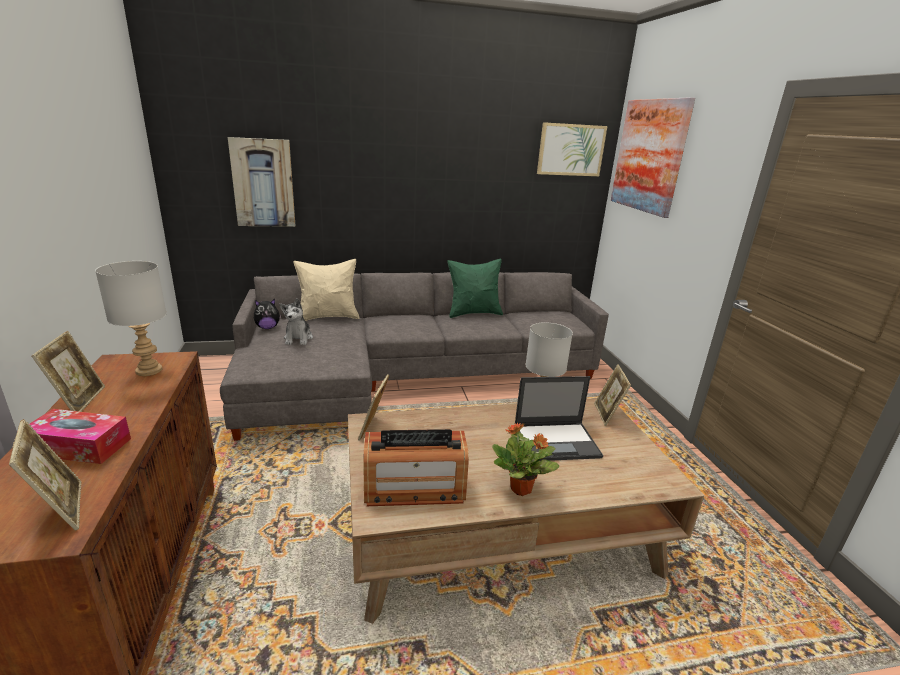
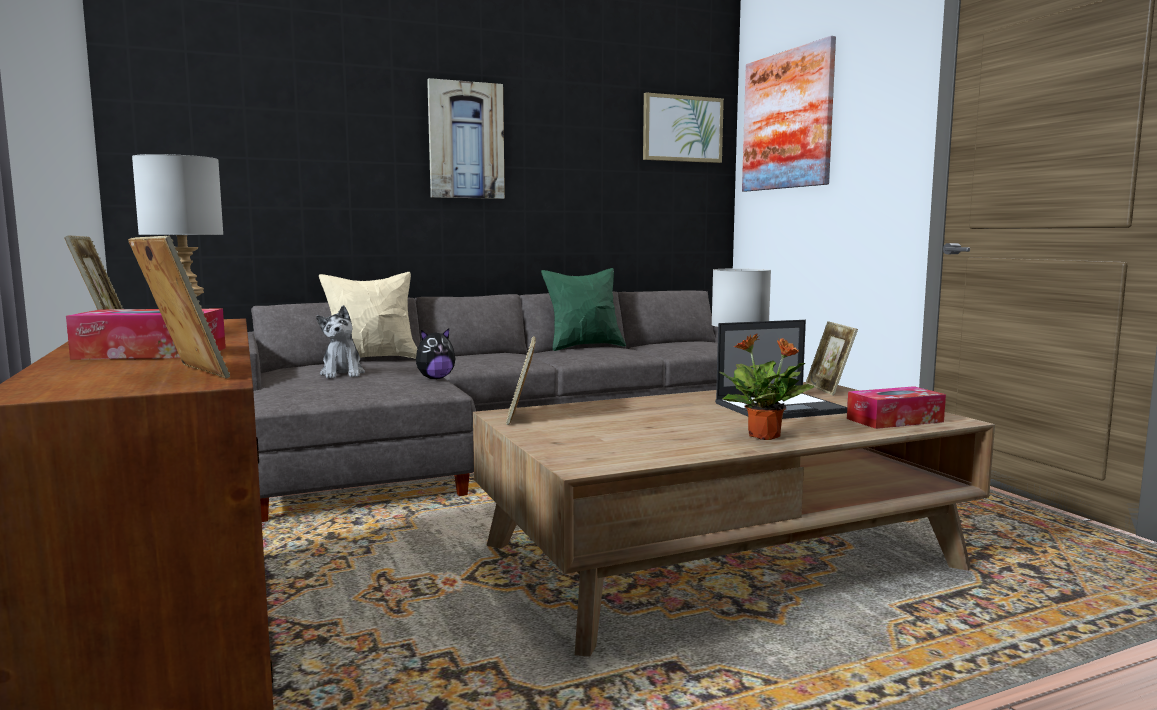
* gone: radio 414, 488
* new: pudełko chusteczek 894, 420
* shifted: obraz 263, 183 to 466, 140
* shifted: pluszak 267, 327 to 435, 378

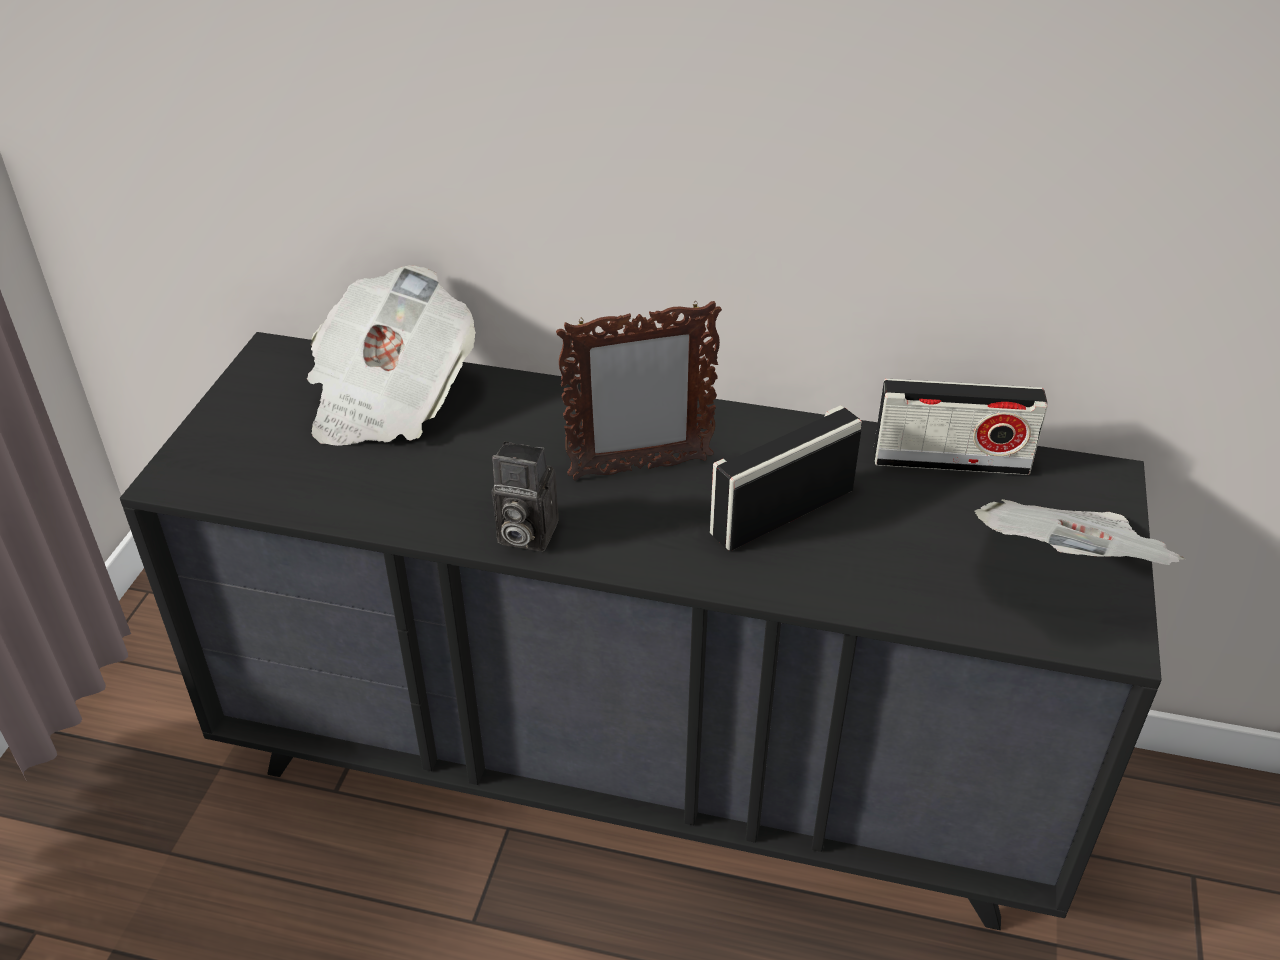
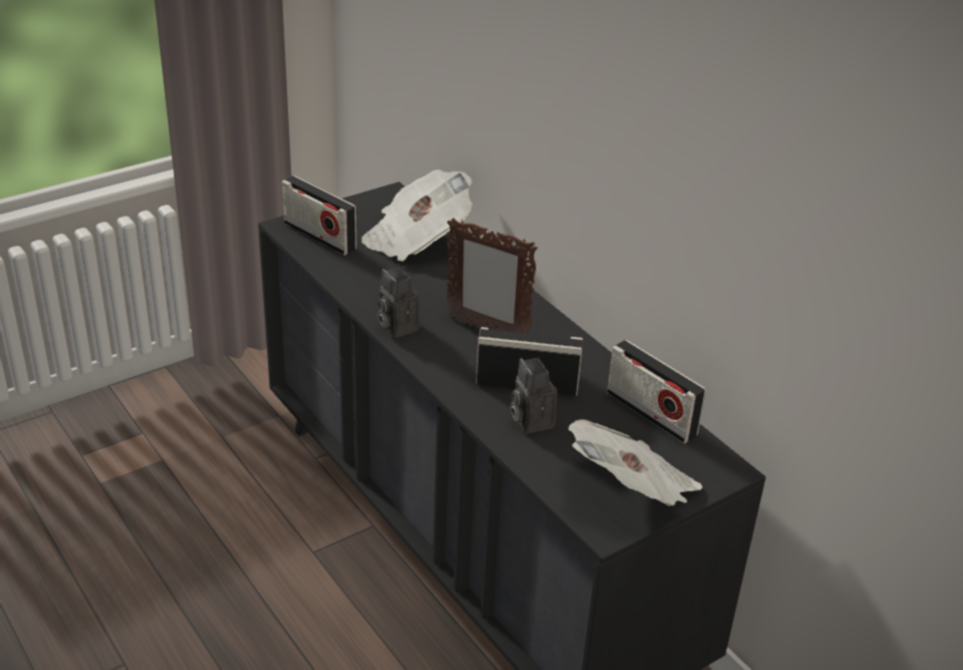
* new: radio 320, 236
* new: aparat fotograficzny 530, 420

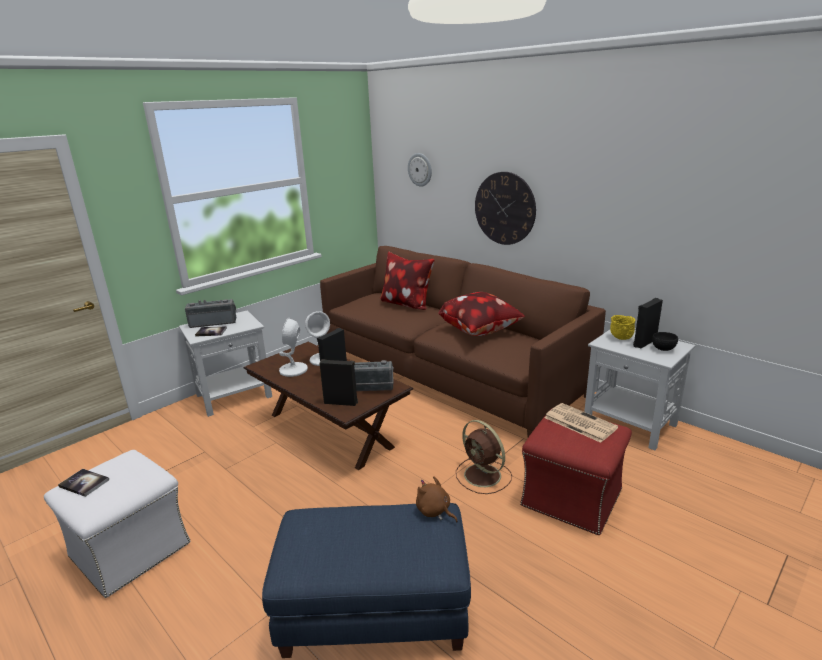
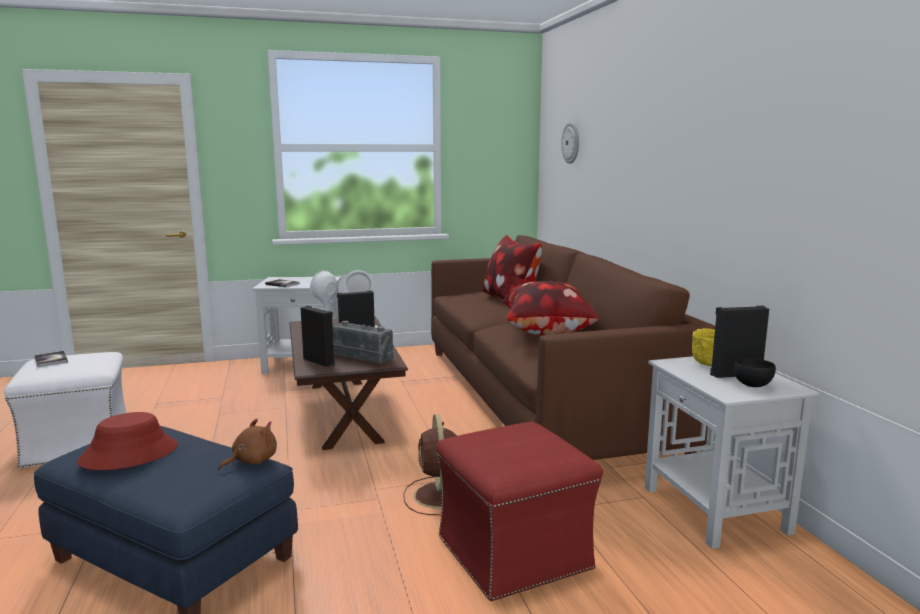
* gone: radio 213, 322
* gone: zegar ścienny 504, 208
* gone: gazeta 579, 422
* new: kapelusz [czerwony] 129, 454
* rotated: pluszak [brązowy] 434, 511 = 252, 461 60 degrees clockwise

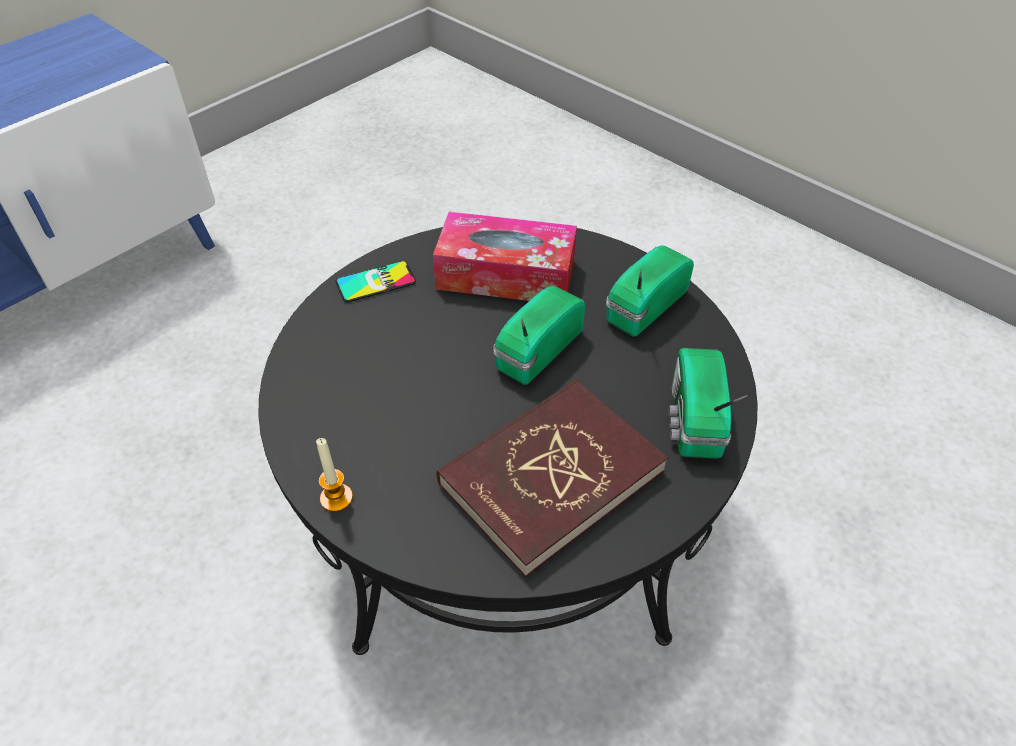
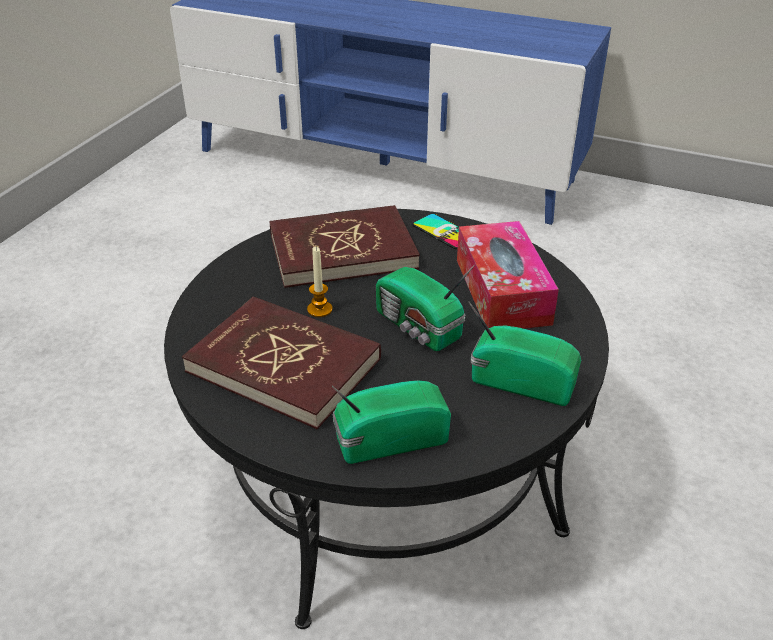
* new: książka [czerwony] 342, 251
* shifted: świeca 336, 498 to 319, 309
* rotated: radio 535, 351 = 418, 327 150 degrees counterclockwise

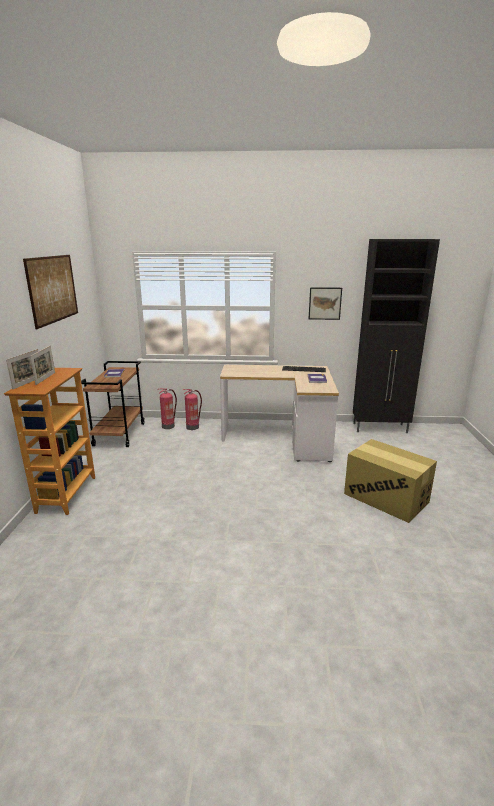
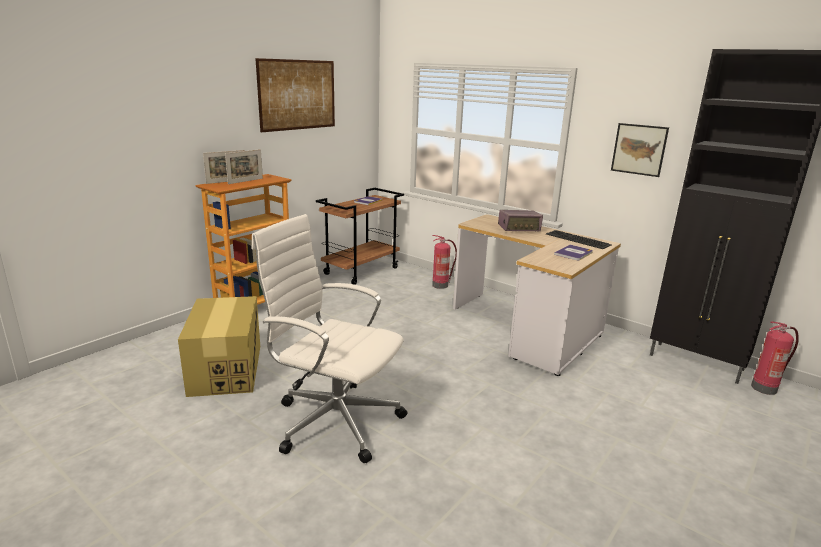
* new: krzesło biurowe [biały] 334, 420
* new: radio 519, 229
* shifted: gaśnica 168, 426 to 764, 388
* shifted: karton 385, 497 to 226, 369

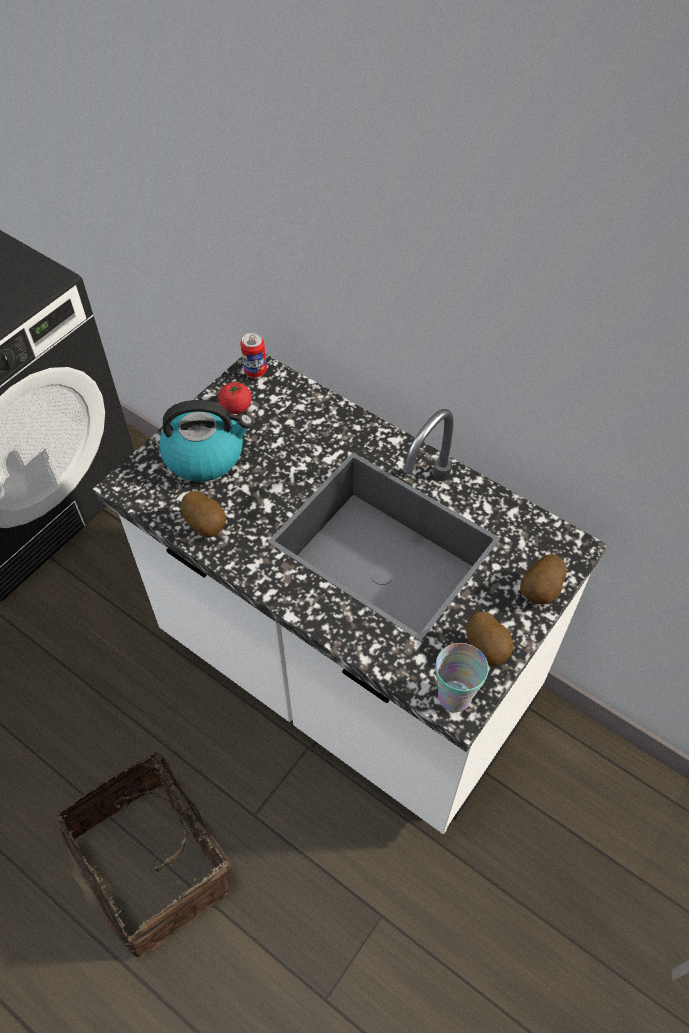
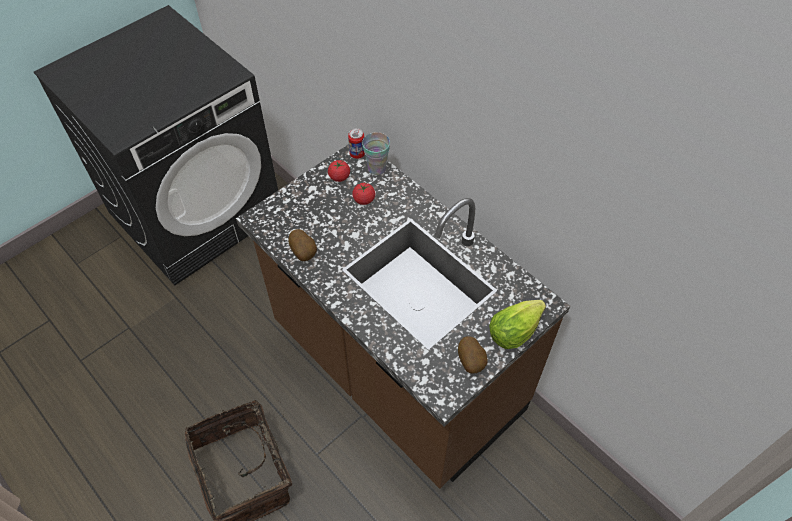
* gone: czajnik 205, 455
* new: pomidor 364, 199
* shifted: filiżanka 454, 696 to 377, 168
* swapped: ziemniak 541, 591 to sałata 516, 330
* repainted: zabudowa kuchenna [biały] 344, 673 to zabudowa kuchenna [brązowy] 396, 370

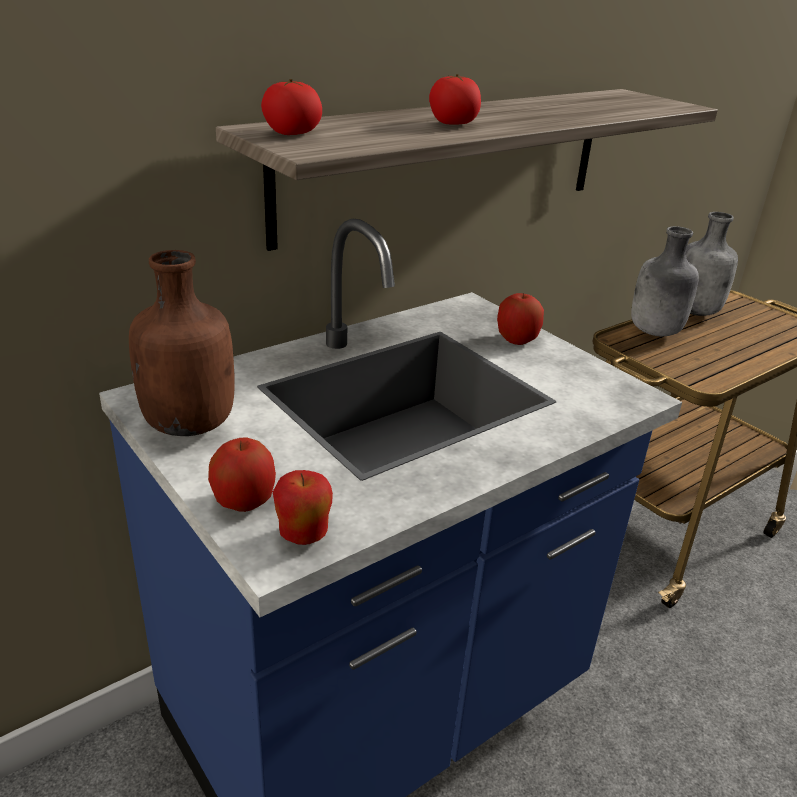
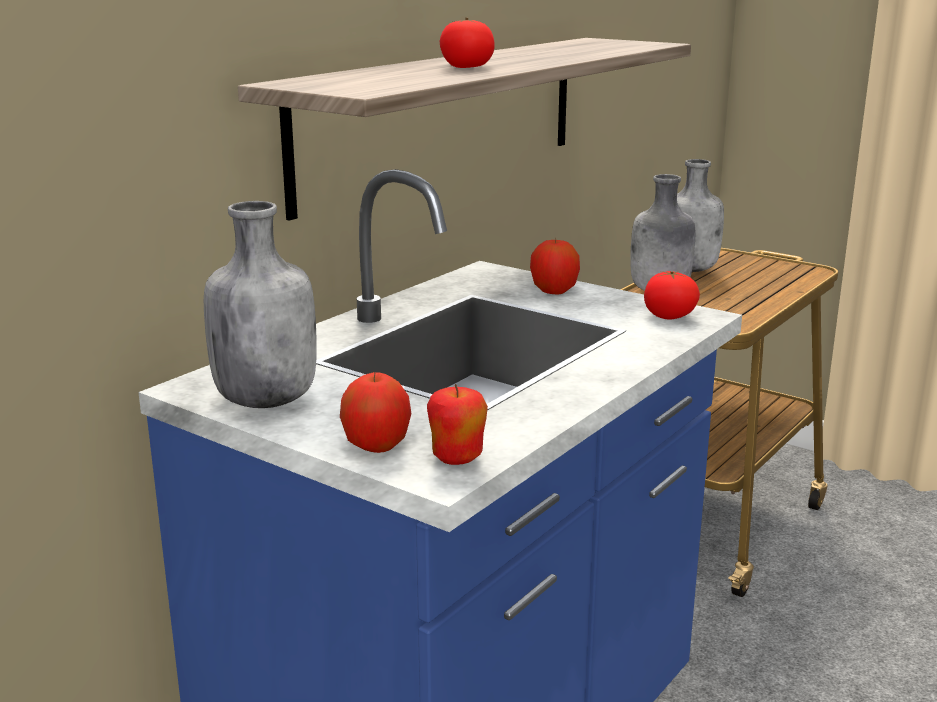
* shifted: pomidor 292, 133 to 669, 316
* repainted: butelka [brązowy] 191, 423 to butelka [szary] 267, 399

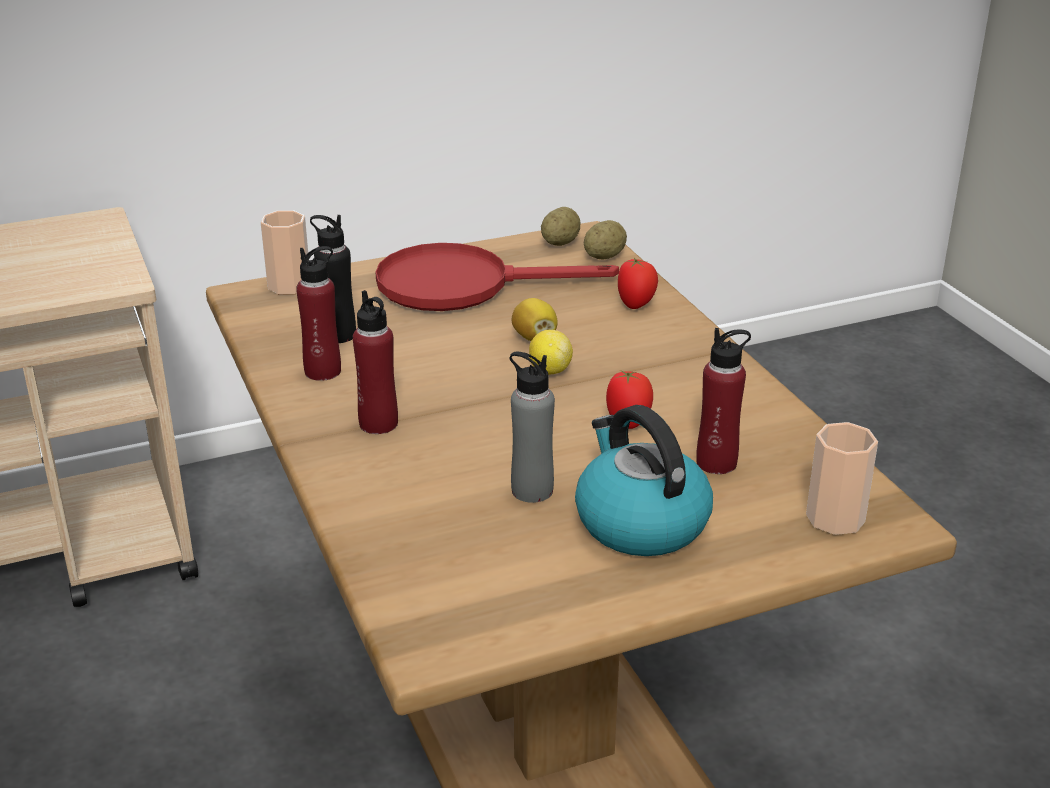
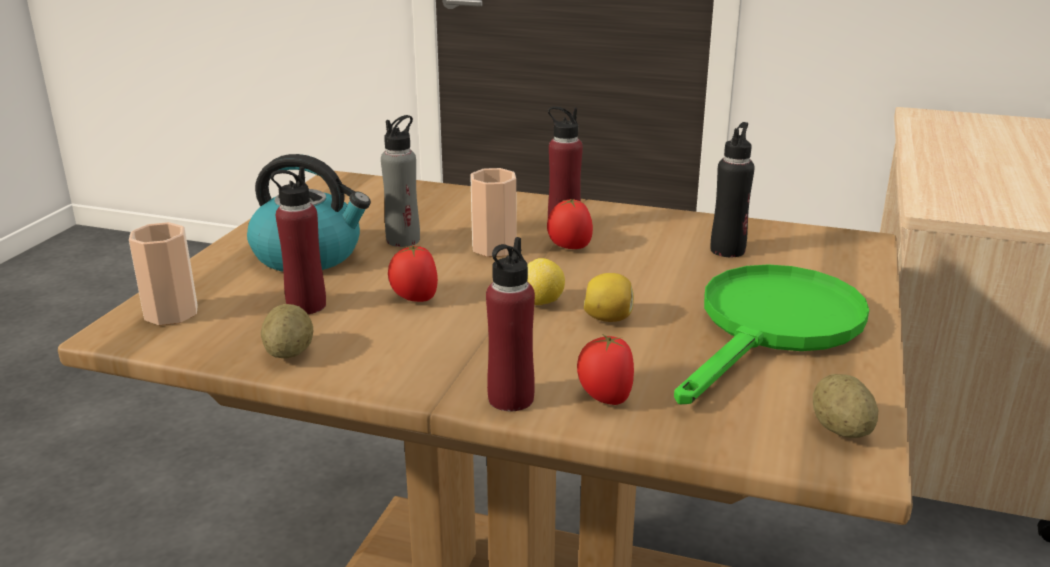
* new: pomidor 569, 247
* shifted: filiżanka 289, 285 to 494, 248
* shifted: butelka [czerwony] 323, 371 to 510, 399
* shifted: ziemniak 604, 256 to 289, 353
* repainted: patelnia [czerwony] 462, 285 to patelnia [zielony] 773, 328

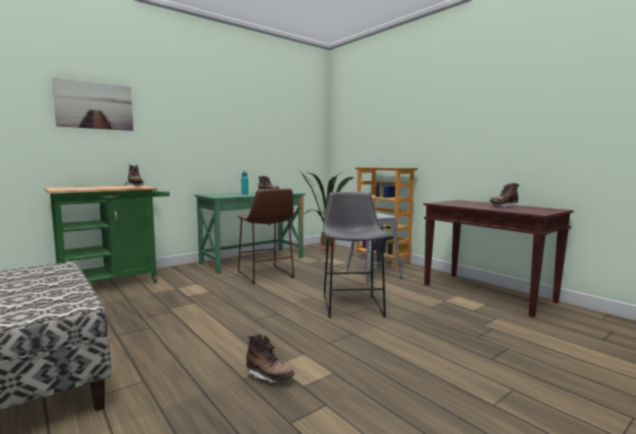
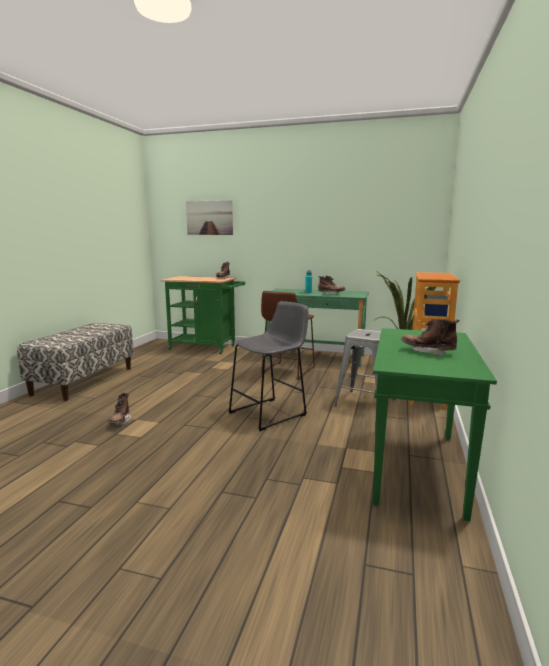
* repainted: stolik konsolowy [brązowy] 488, 293 to stolik konsolowy [zielony] 417, 468

